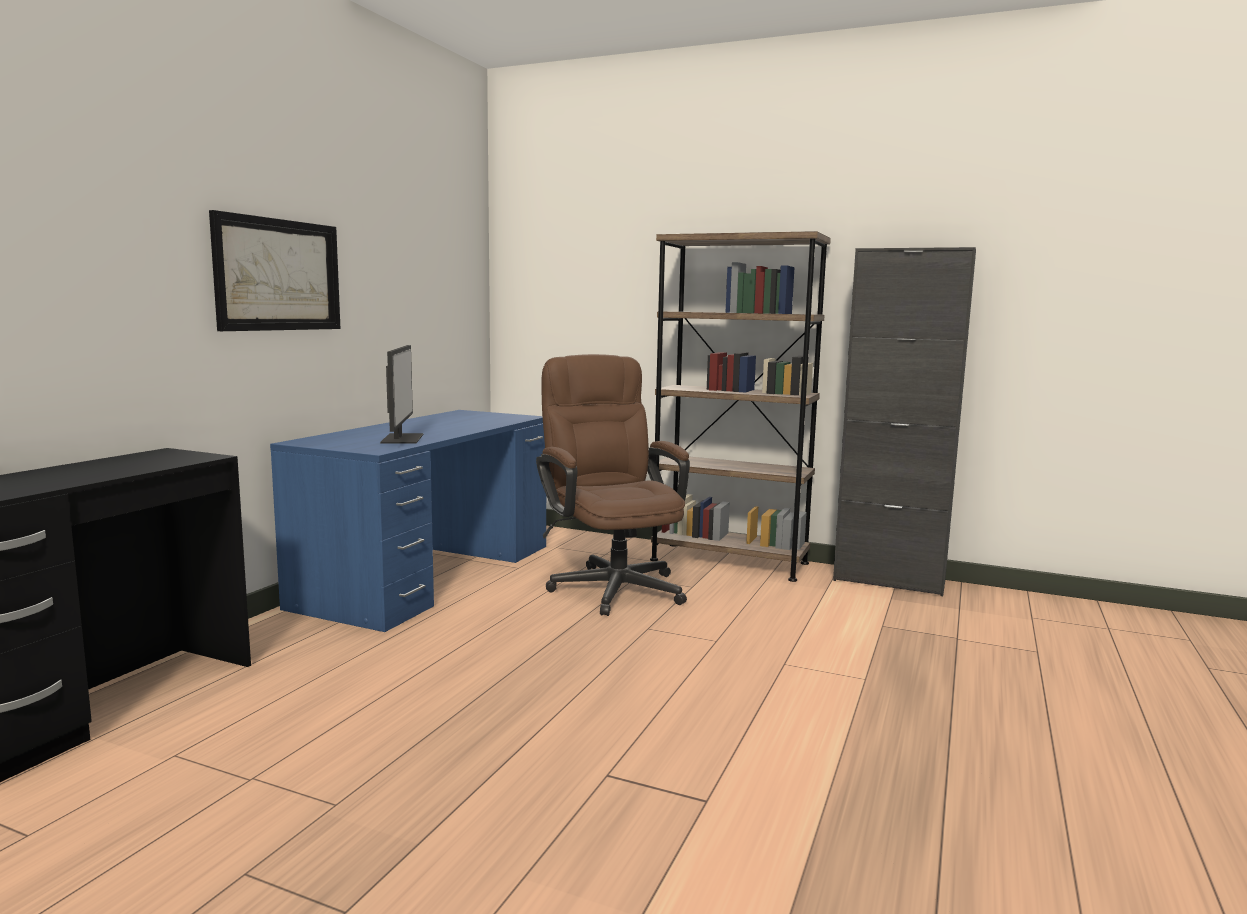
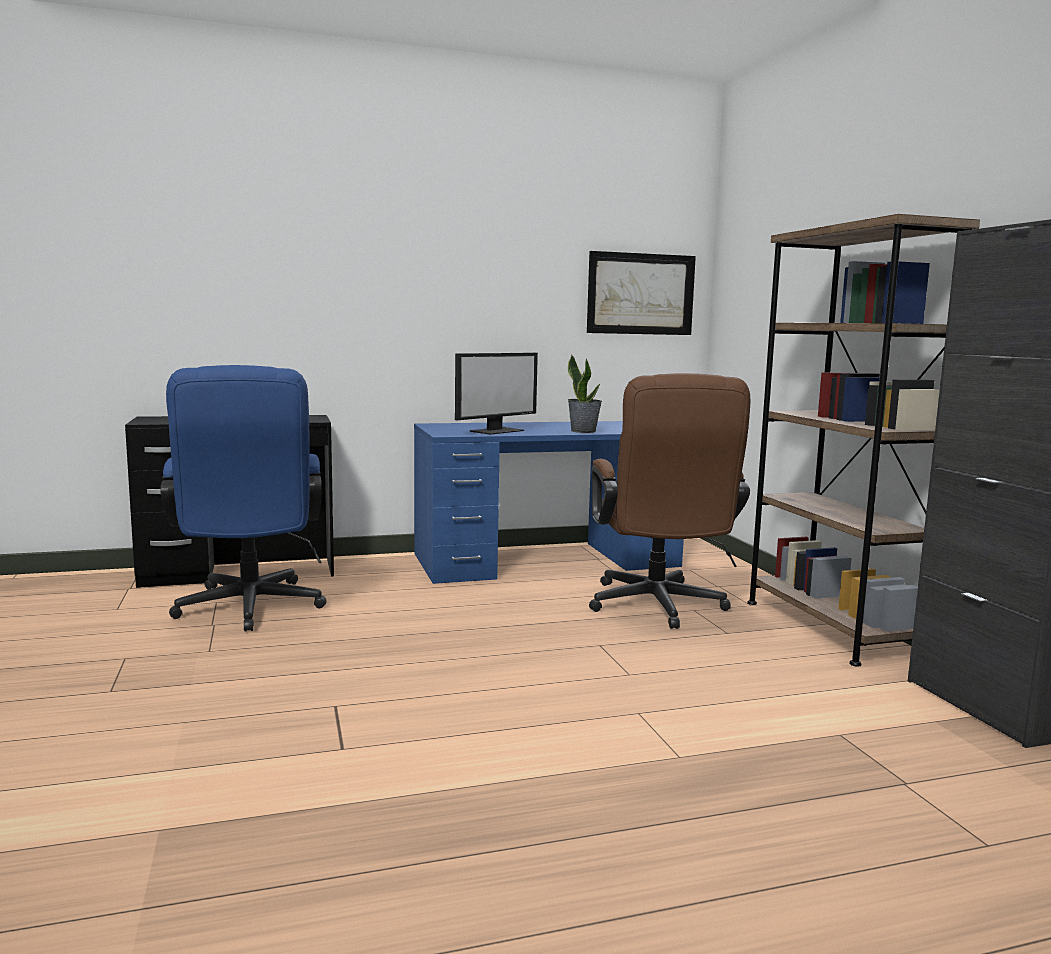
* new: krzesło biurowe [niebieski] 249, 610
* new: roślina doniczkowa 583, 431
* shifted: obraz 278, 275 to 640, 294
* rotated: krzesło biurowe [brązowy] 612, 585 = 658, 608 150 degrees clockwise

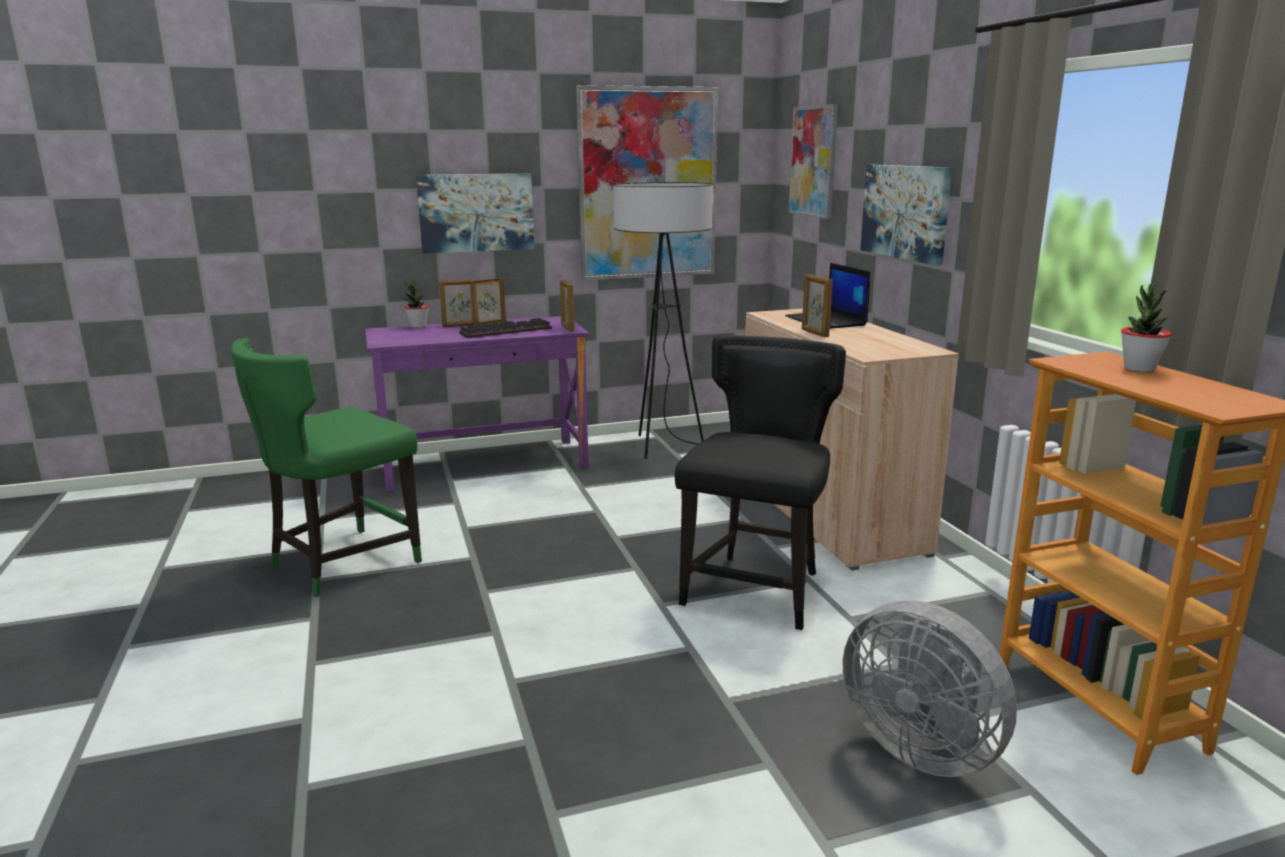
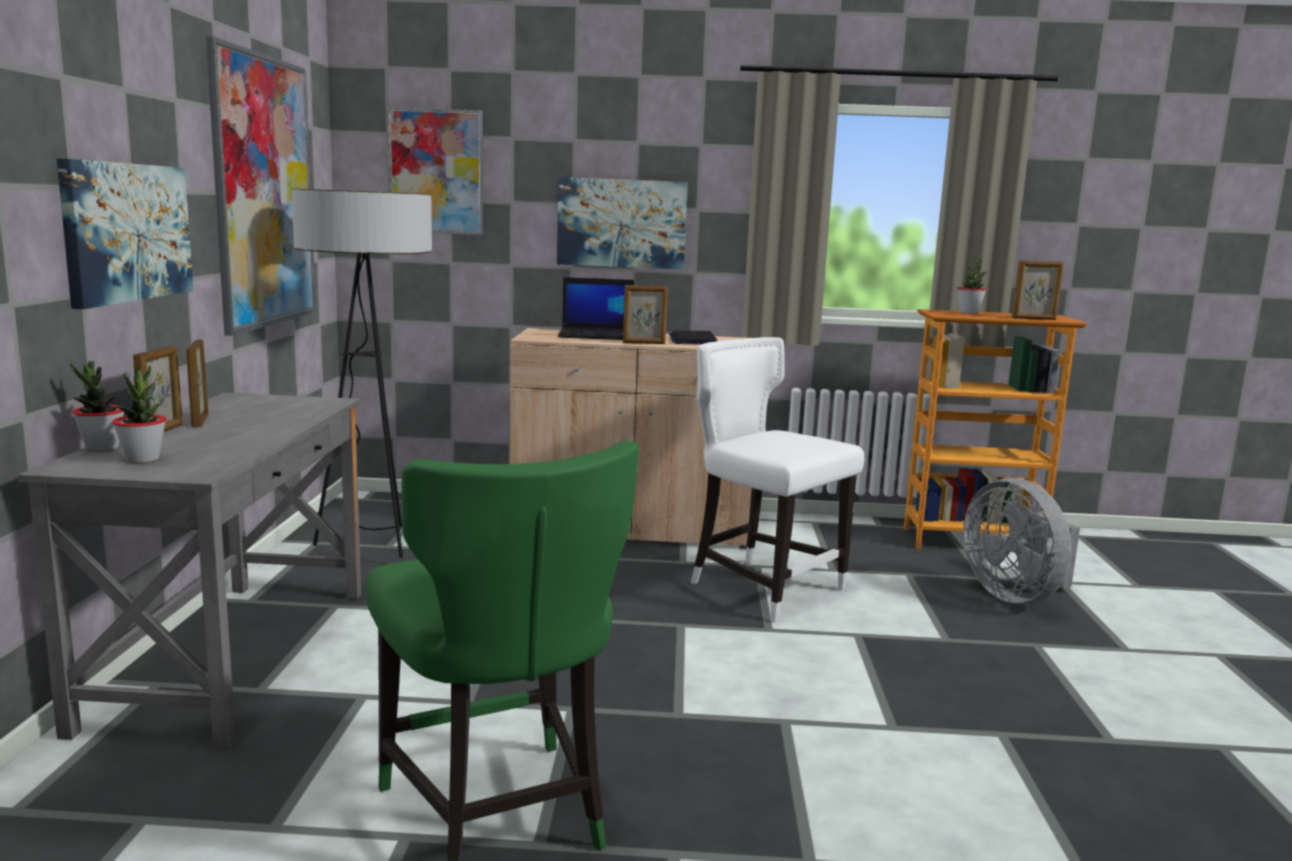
* gone: klawiatura 506, 330
* new: roślina doniczkowa 142, 459
* new: laptop 692, 340
* shifted: ramka na zdjęcie 567, 328 to 1034, 319
* repainted: biurko [fioletowy] 484, 464 to biurko [szary] 232, 655
* repainted: krzesło [czarny] 757, 589 to krzesło [biały] 762, 587
* rotated: wentylator [szary] 922, 747 = 1015, 595 90 degrees clockwise

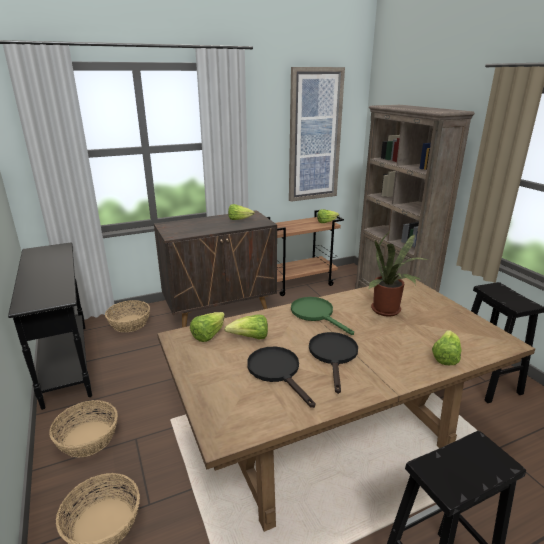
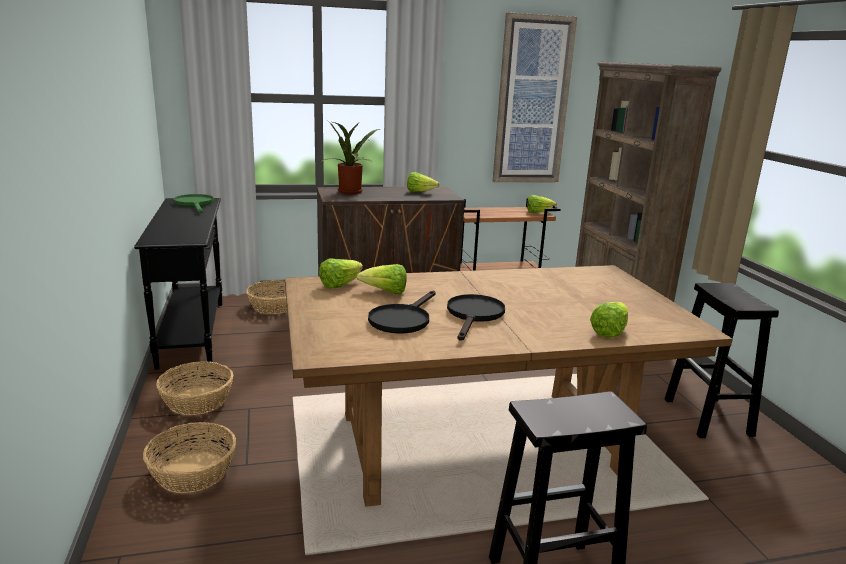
* shifted: patelnia [zielony] 316, 314 to 195, 204
* shifted: roślina doniczkowa 388, 311 to 351, 192
* rotated: patelnia [czarny] 277, 371 = 402, 319 135 degrees counterclockwise

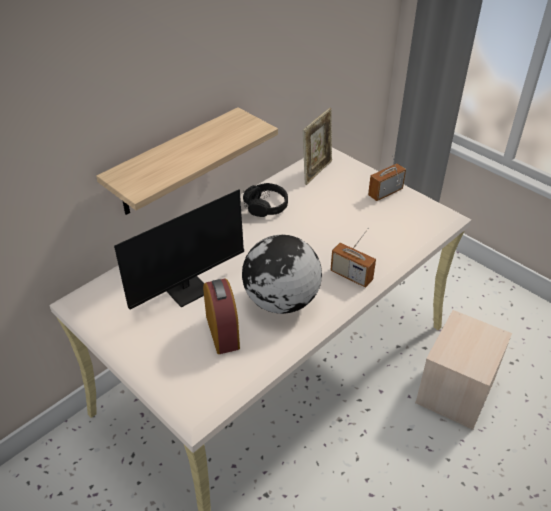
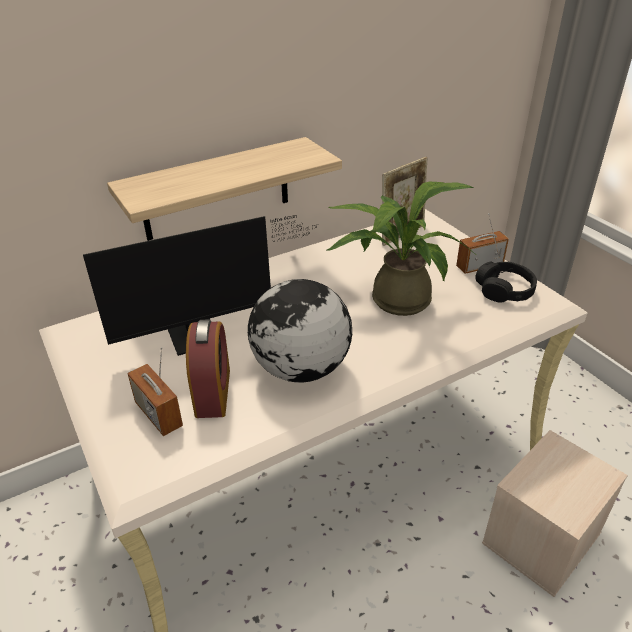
* new: roślina doniczkowa 394, 297
* shifted: słuchawki [czarny] 266, 206 to 504, 290
* shifted: radio 351, 276 to 158, 415

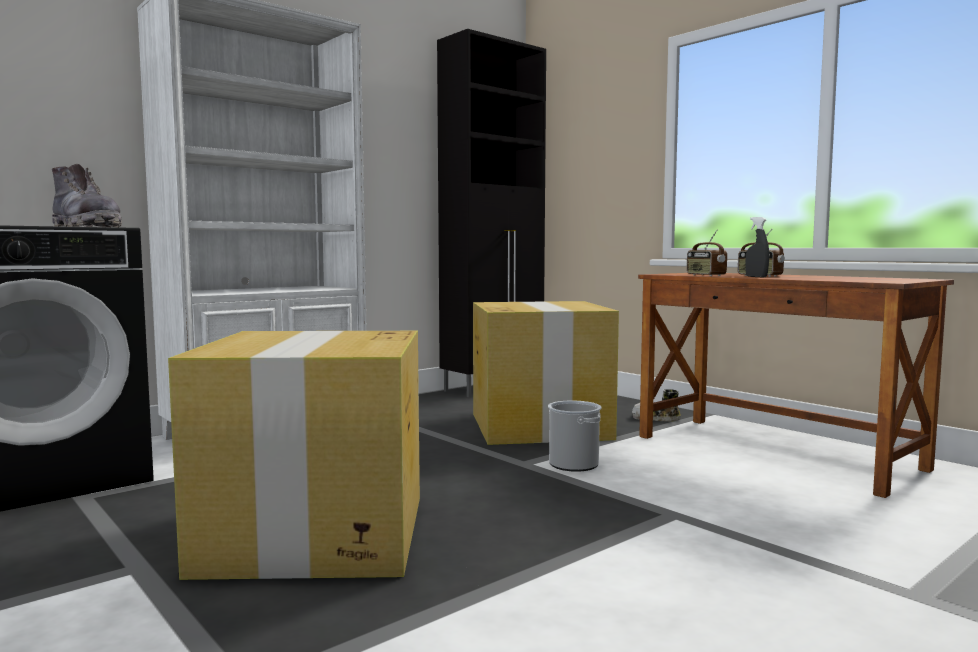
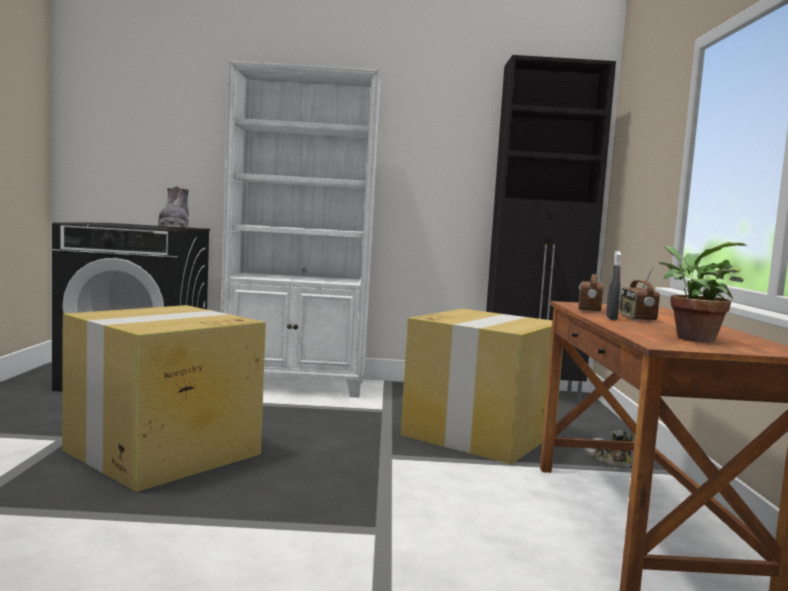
* gone: wiadro 574, 464
* new: roślina doniczkowa 690, 338

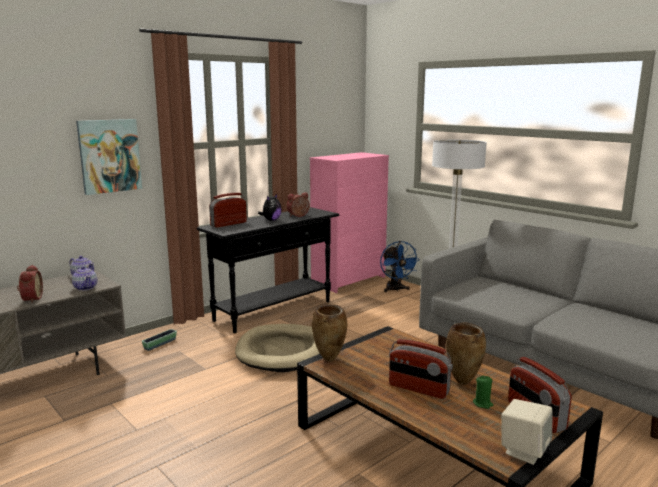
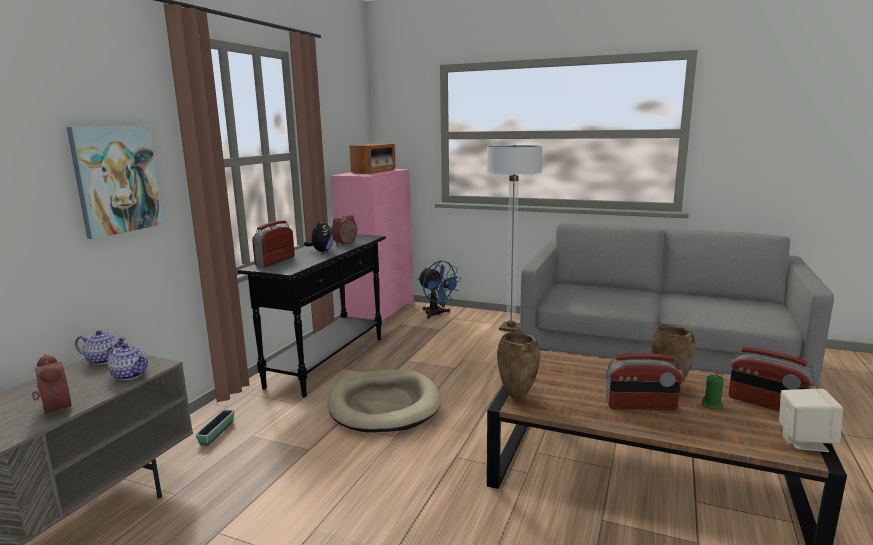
* new: radio 374, 171

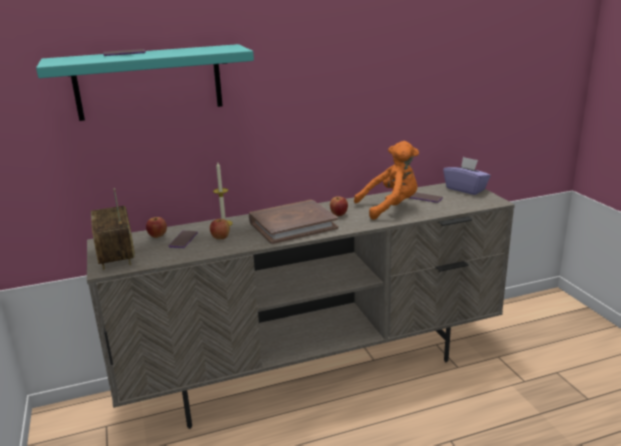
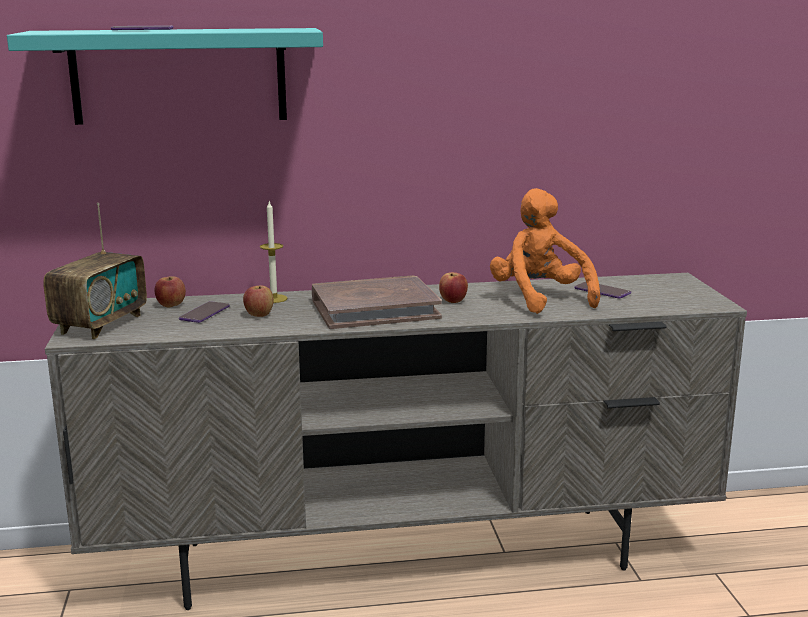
* gone: pudełko chusteczek [fioletowy] 465, 189
* rotated: radio 116, 256 = 100, 324 150 degrees counterclockwise
* rotated: pluszak [pomarańczowy] 390, 207 = 539, 299 105 degrees counterclockwise

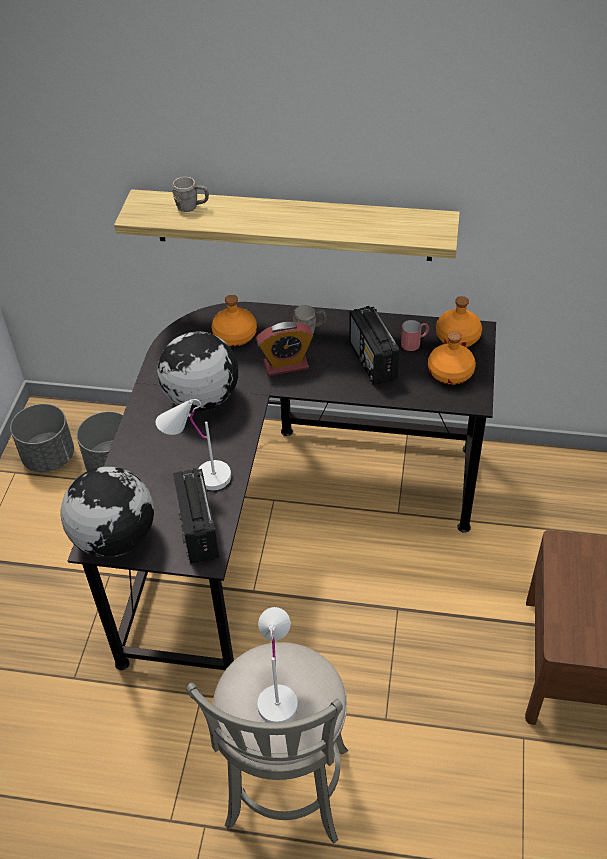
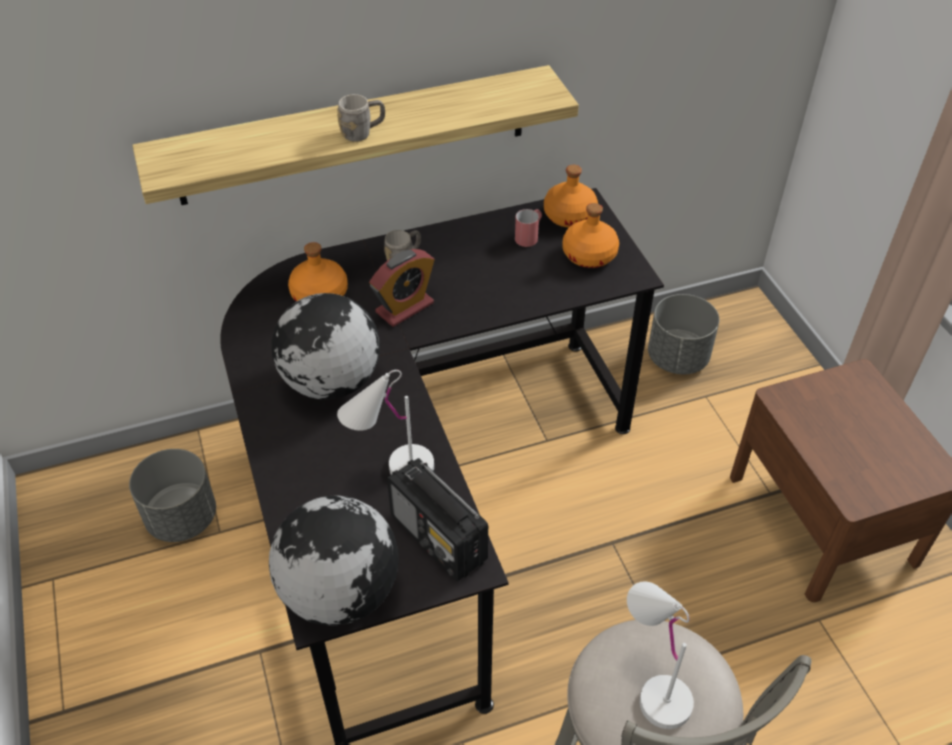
* gone: radio 373, 361
* shifted: donica [szary] 48, 457 to 677, 358
* shifted: kubek [szary] 192, 206 to 363, 133

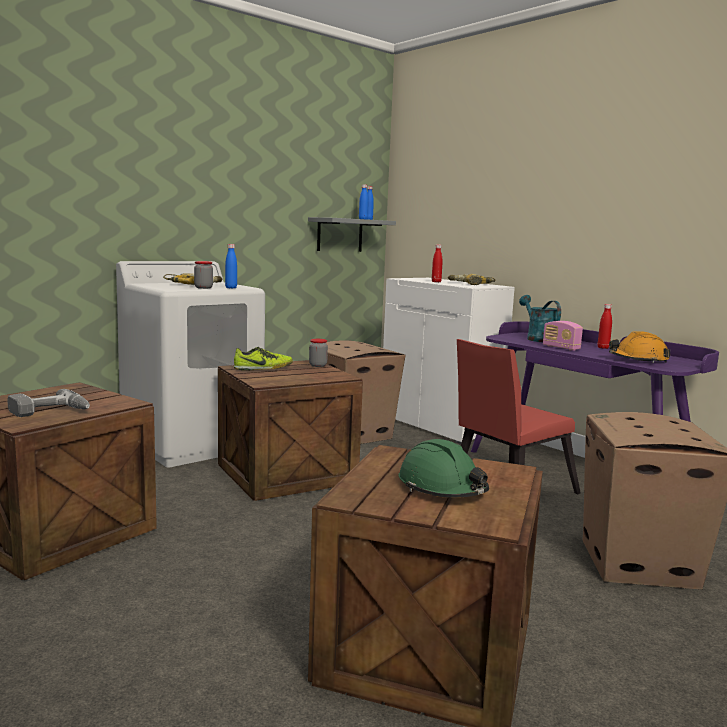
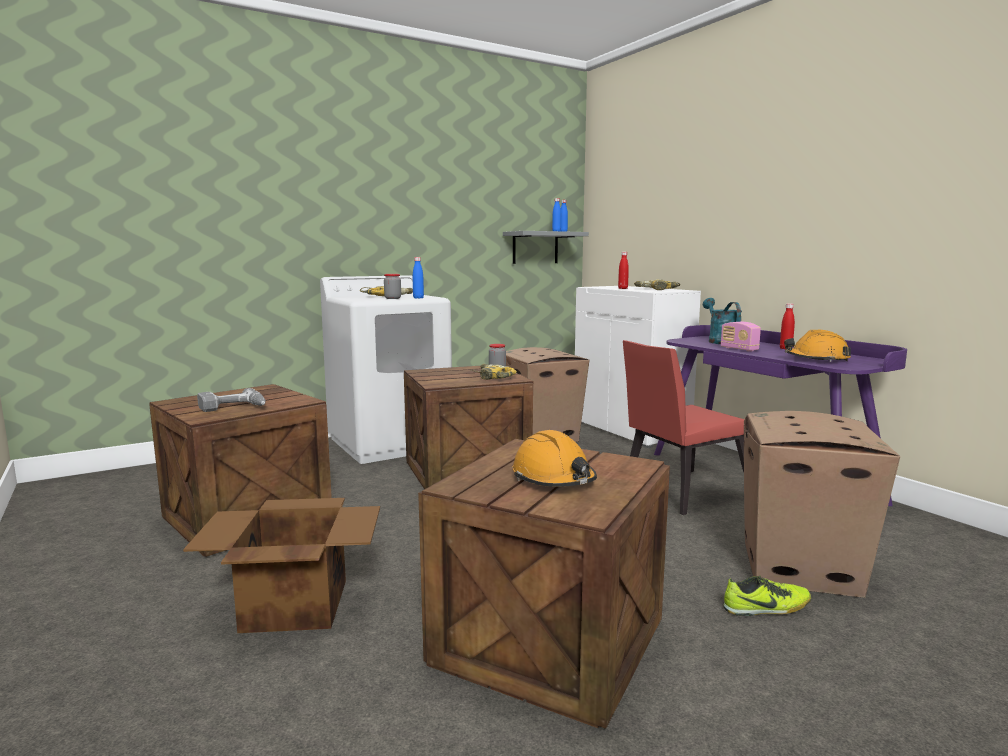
* new: karton 293, 605
* new: wiertarka 491, 377
* shifted: but 263, 368 to 767, 608
* repainted: kask [zielony] 442, 488 to kask [pomarańczowy] 554, 479

